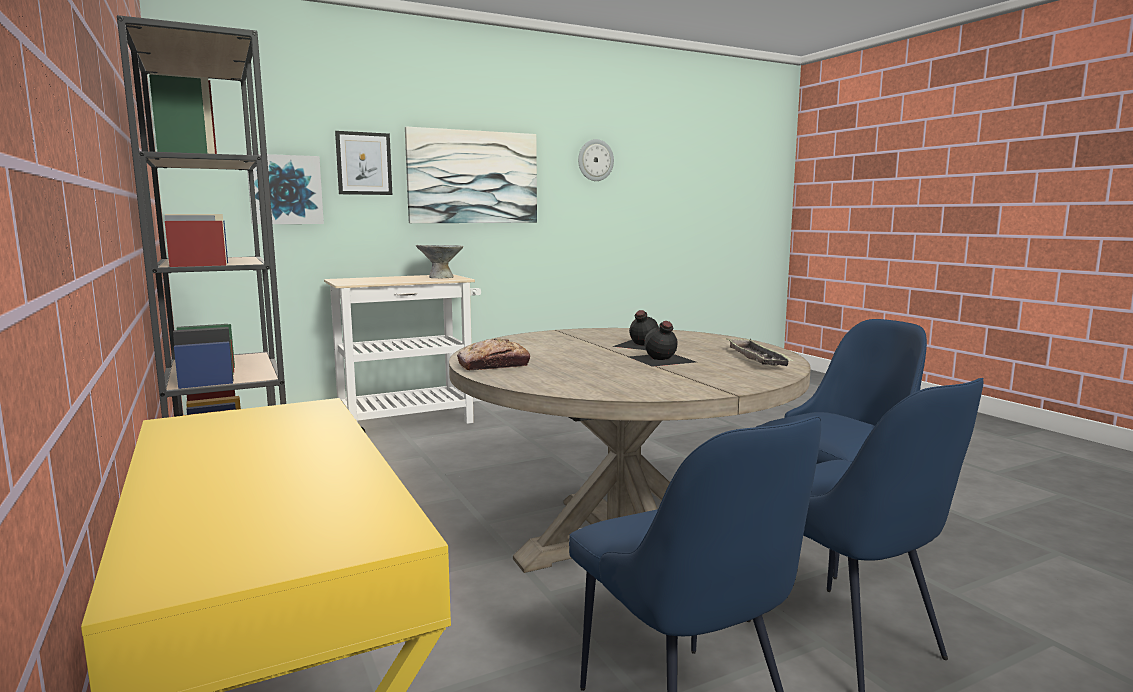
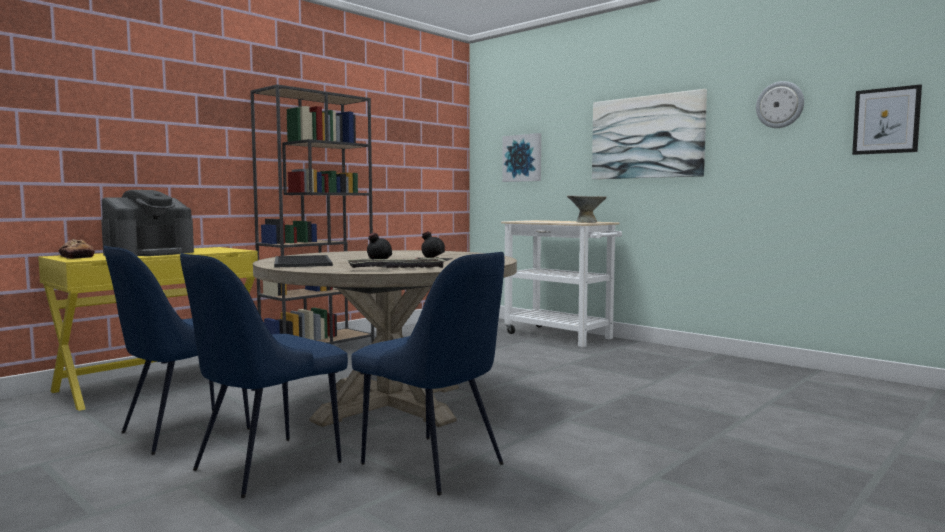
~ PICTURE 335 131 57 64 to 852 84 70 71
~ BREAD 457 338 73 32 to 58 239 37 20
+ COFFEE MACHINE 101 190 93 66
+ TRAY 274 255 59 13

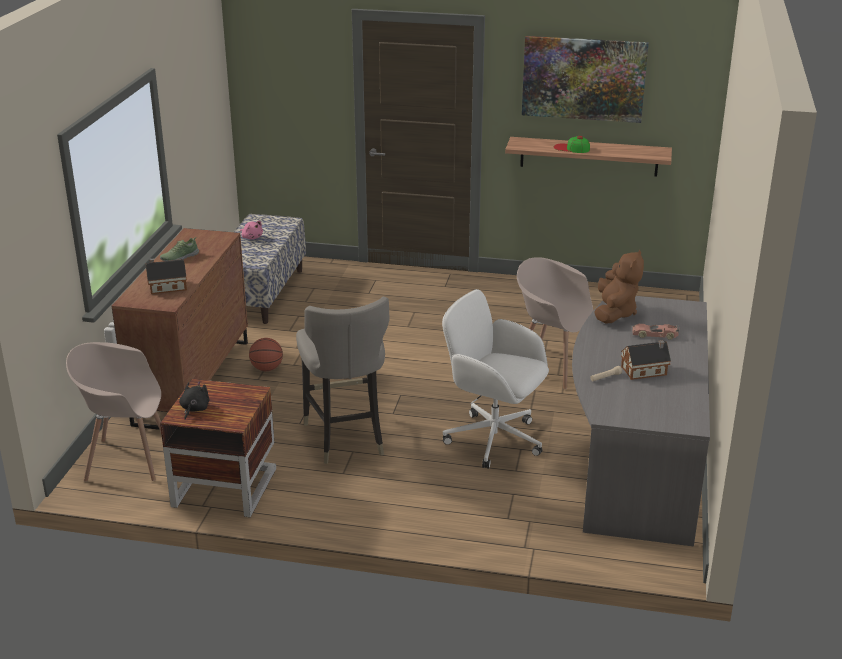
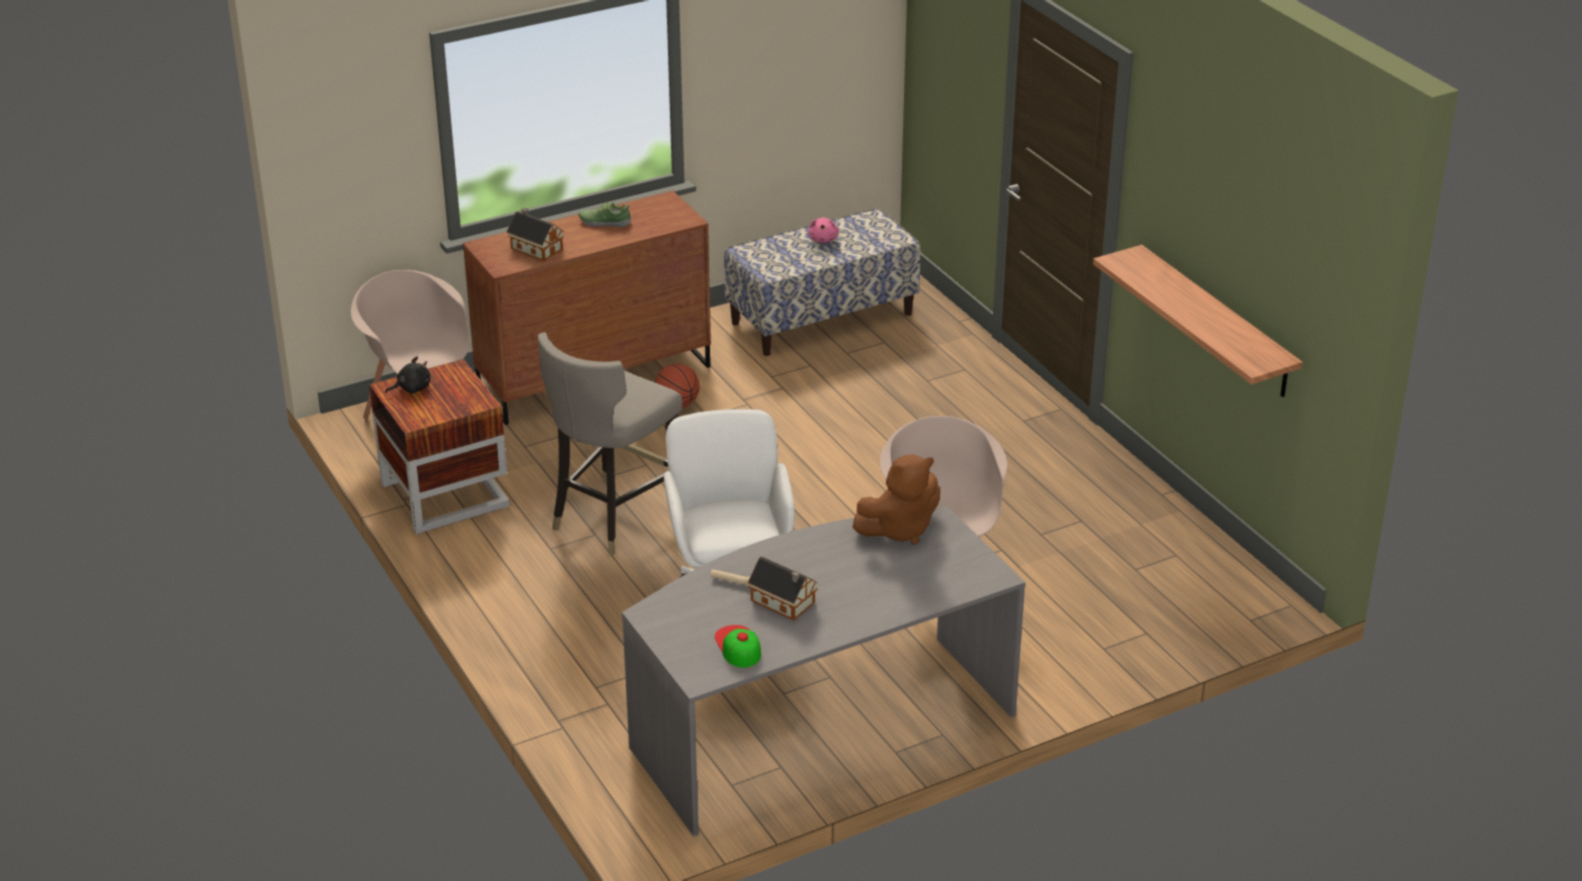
- PICTURE 522 36 127 87
~ CAP 554 136 36 17 to 715 625 46 43
- TOY CAR 632 324 47 16

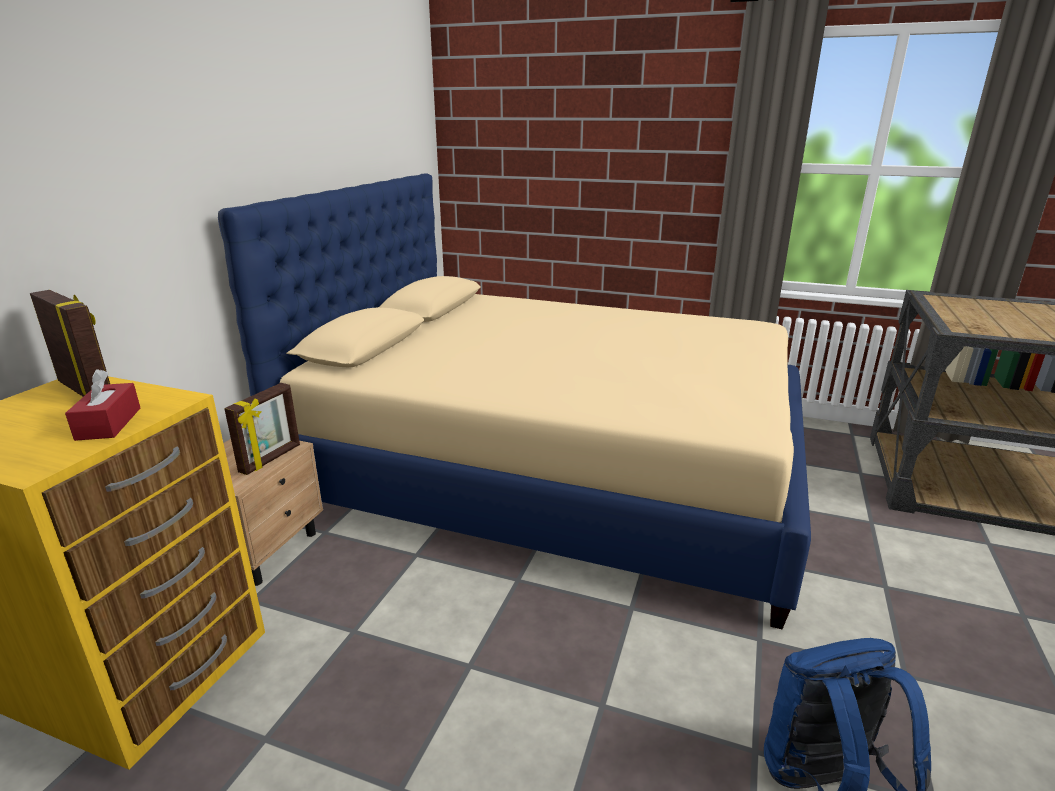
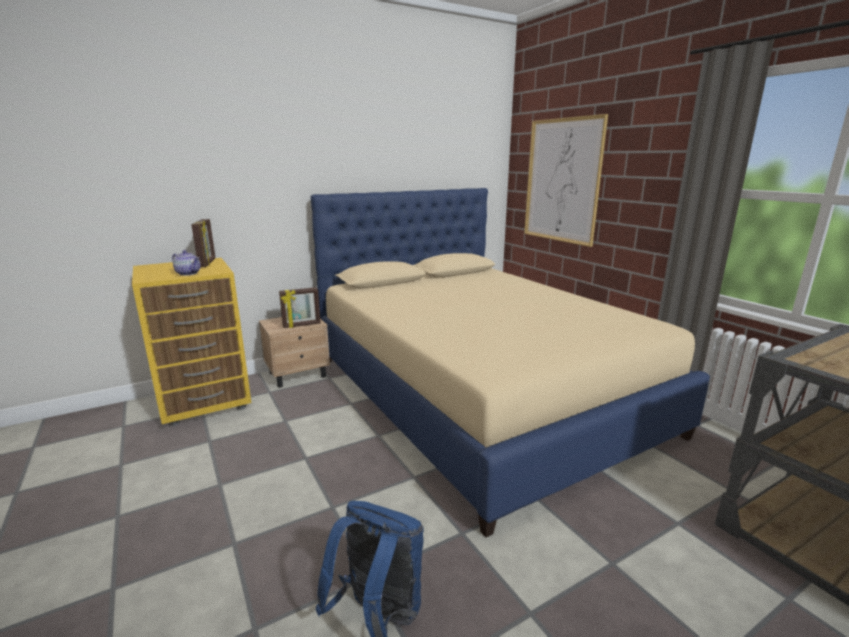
~ RED TISSUE BOX 65 369 75 72 to TEAPOT 172 250 29 26
+ PICTURE 524 114 84 133

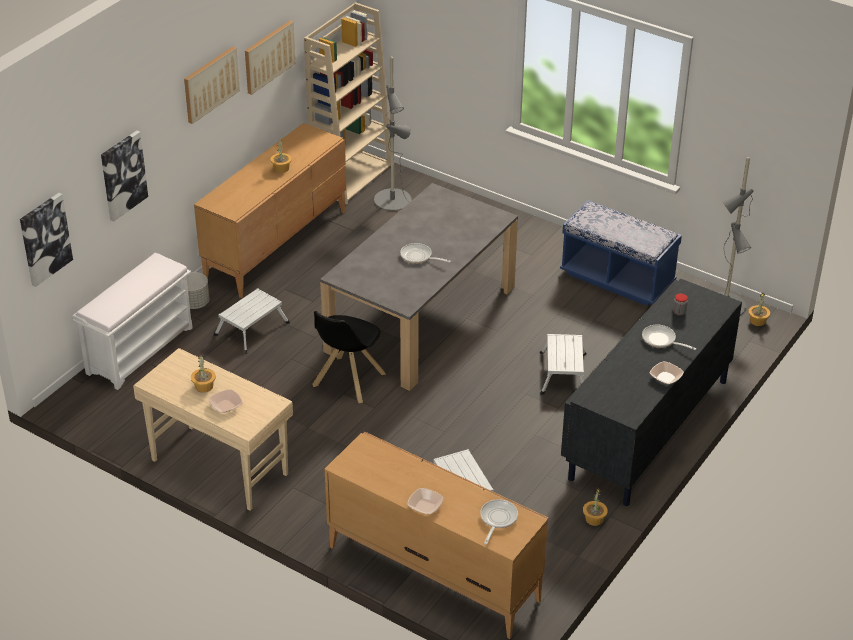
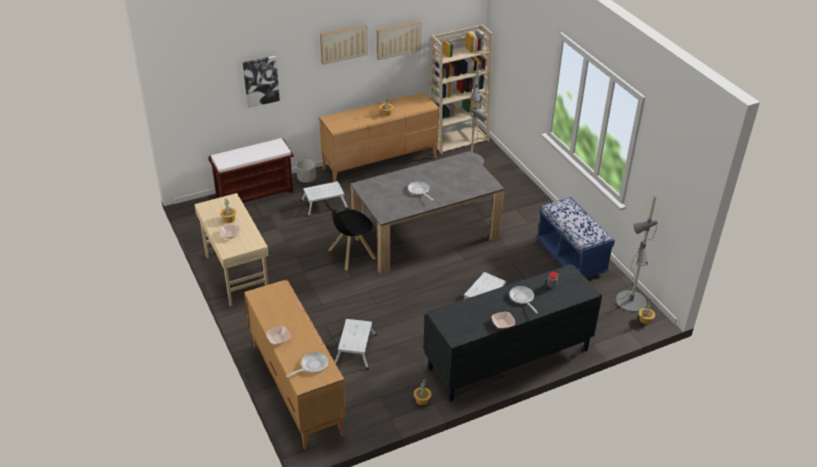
- PICTURE 20 193 53 94
~ WHITE BENCH 72 253 121 137 to BROWN BENCH 209 138 85 65

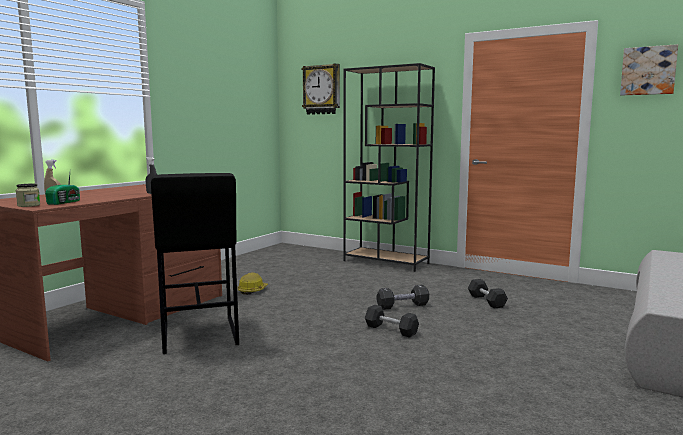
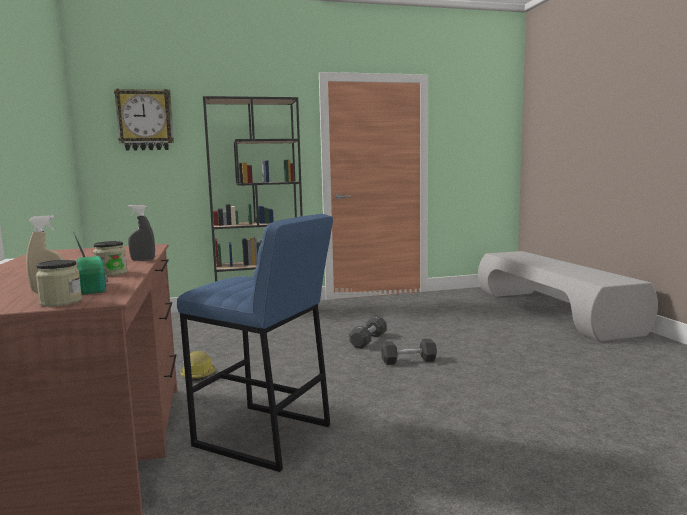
- PICTURE 620 44 58 51
~ BLACK STOOL 151 173 88 181 to BLUE STOOL 177 214 156 258
- BLACK DUMBBELL 468 279 40 30
+ JAR 93 241 34 35

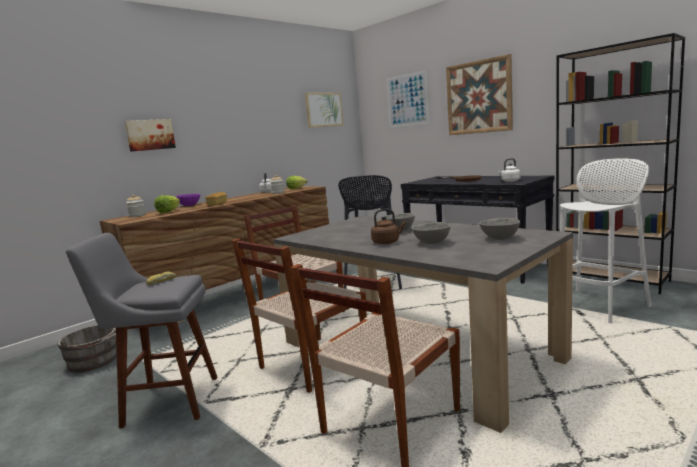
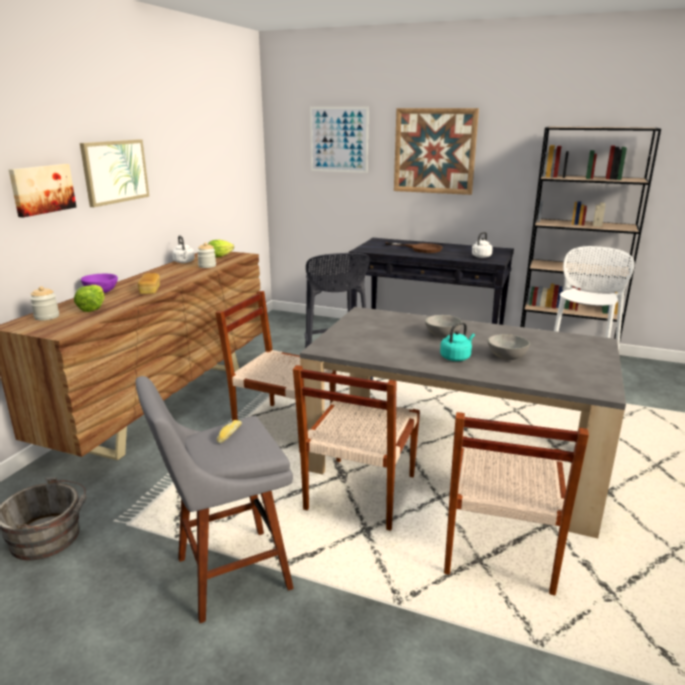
~ PICTURE 305 93 39 35 to 80 139 69 68
~ BROWN KETTLE 371 209 35 35 to TURQUOISE KETTLE 440 322 35 39
- GREY BOWL 479 218 41 22

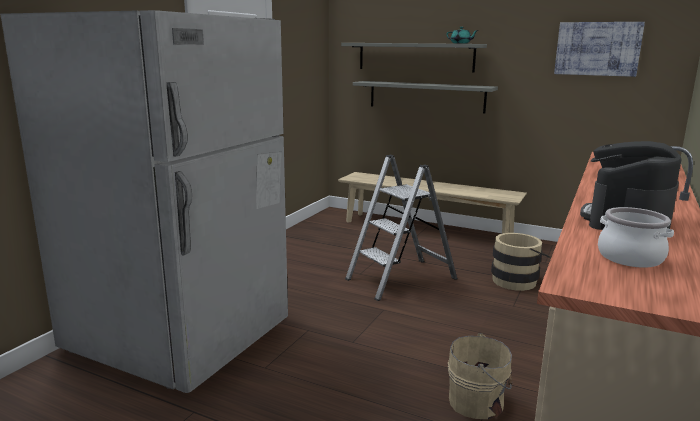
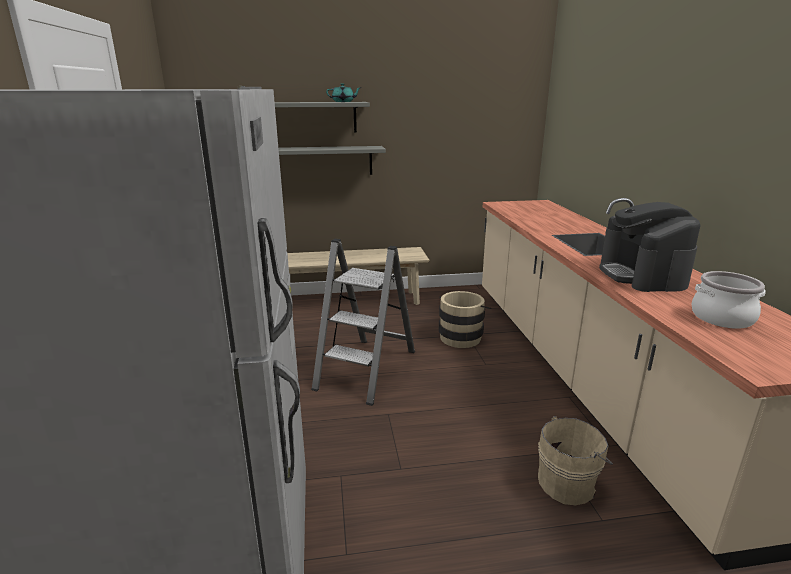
- PICTURE 554 22 91 55

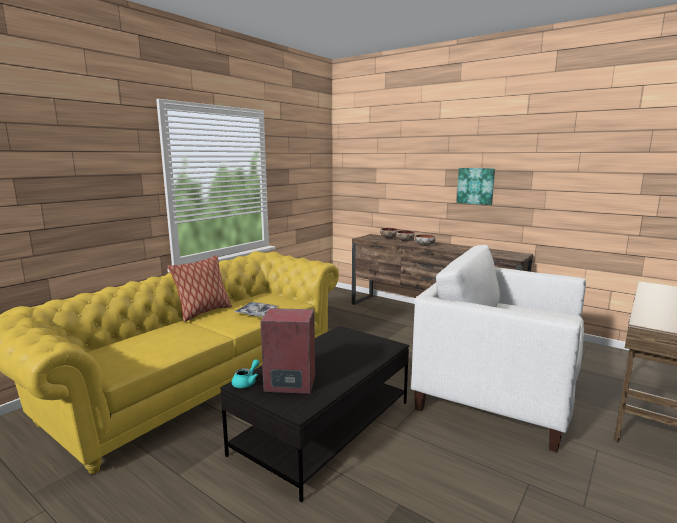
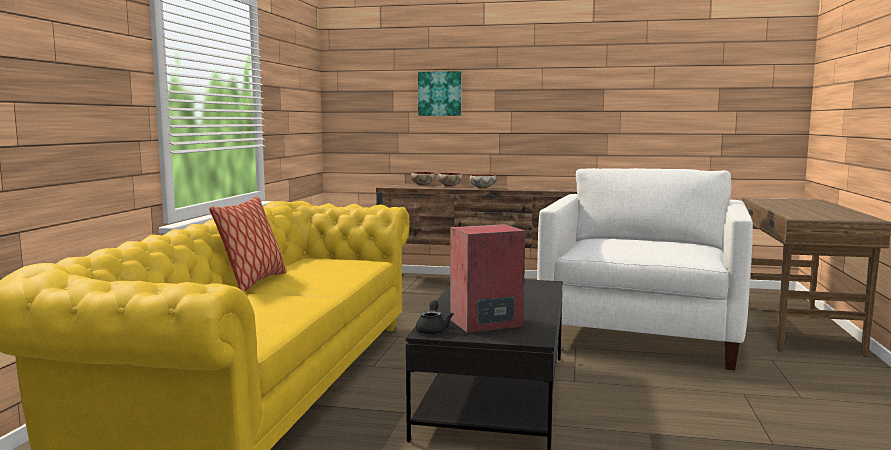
~ PICTURE 457 168 38 37 to 418 71 43 45
~ WHITE ARMCHAIR 411 245 175 207 = 537 168 216 202 105 degrees clockwise
- TRAY 234 302 45 15
~ TURQUOISE TEAPOT 232 359 28 29 to BLACK TEAPOT 416 300 38 35

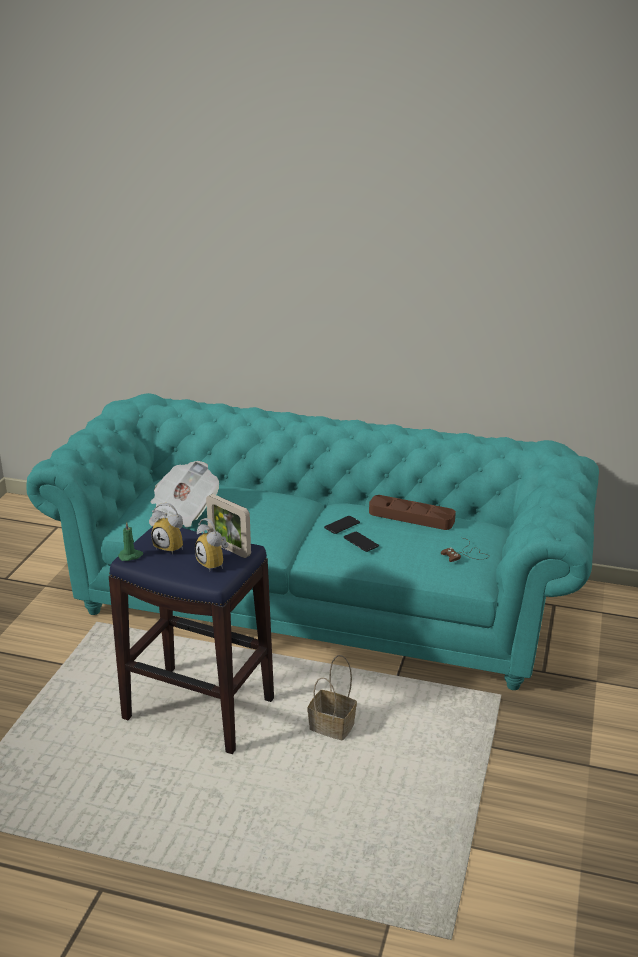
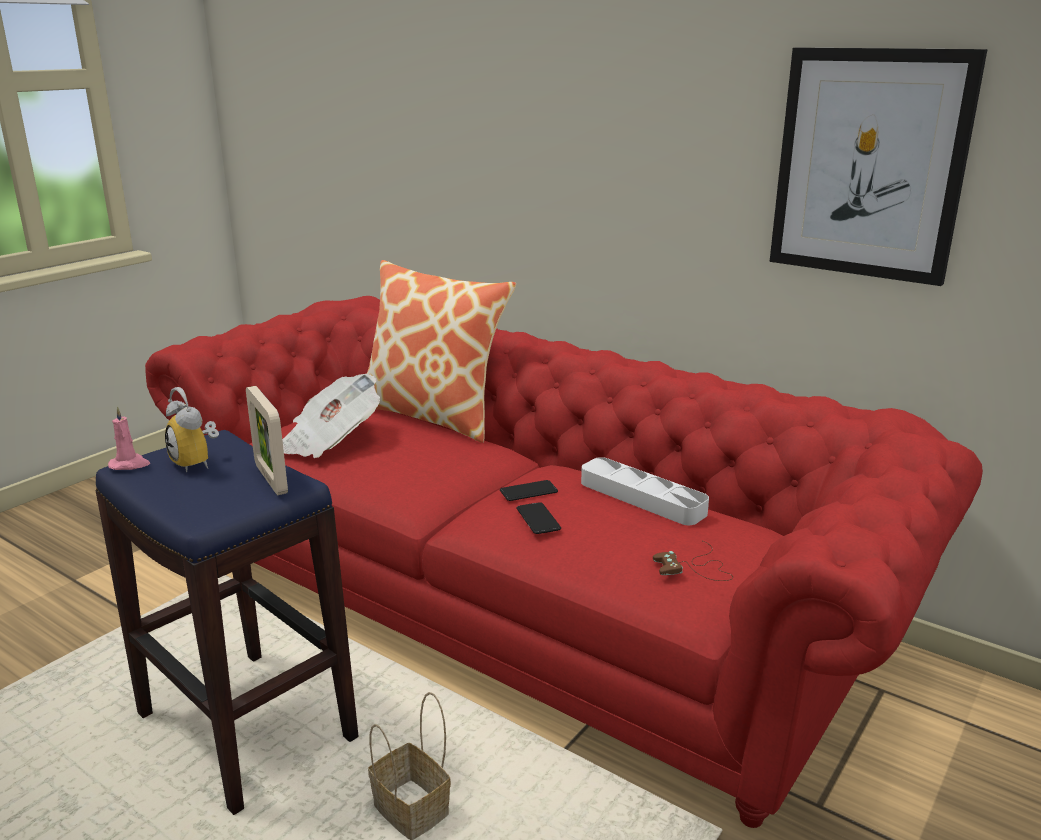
~ TURQUOISE SOFA 27 393 572 297 to RED SOFA 145 296 838 532
~ BROWN TRAY 369 495 87 35 to GREY TRAY 581 457 128 68
- ALARM CLOCK 195 518 34 52
~ GREEN CANDLE 118 521 25 40 to PINK CANDLE 108 406 42 64
+ PICTURE 770 48 218 238
+ PILLOW 367 260 149 183

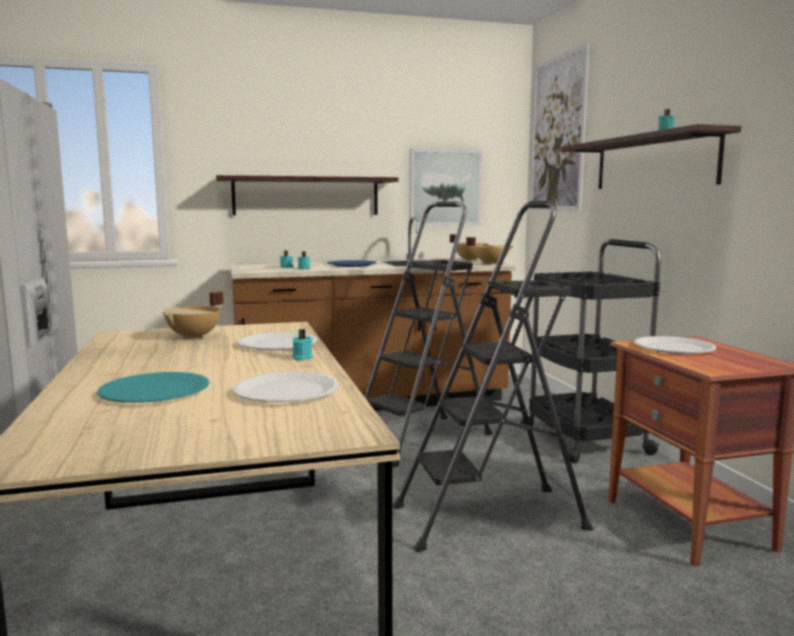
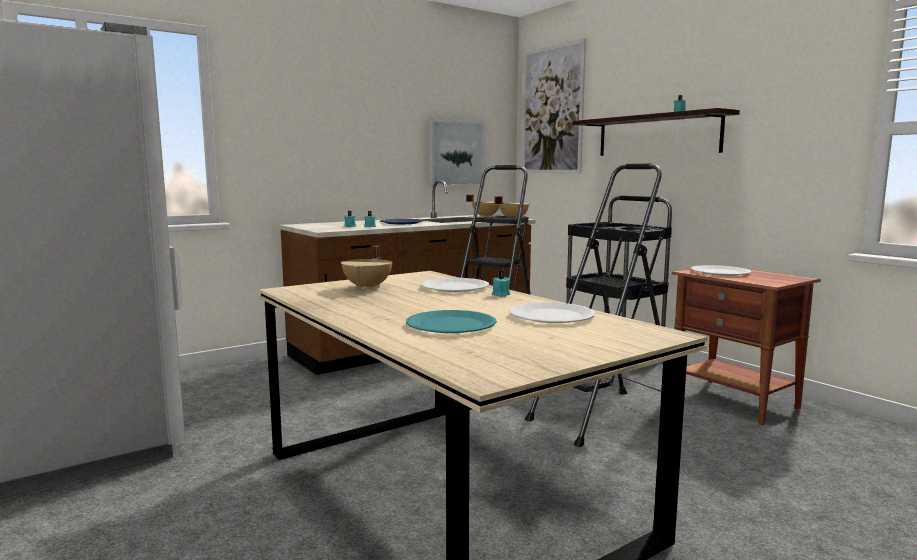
- SHELF 216 175 182 40

